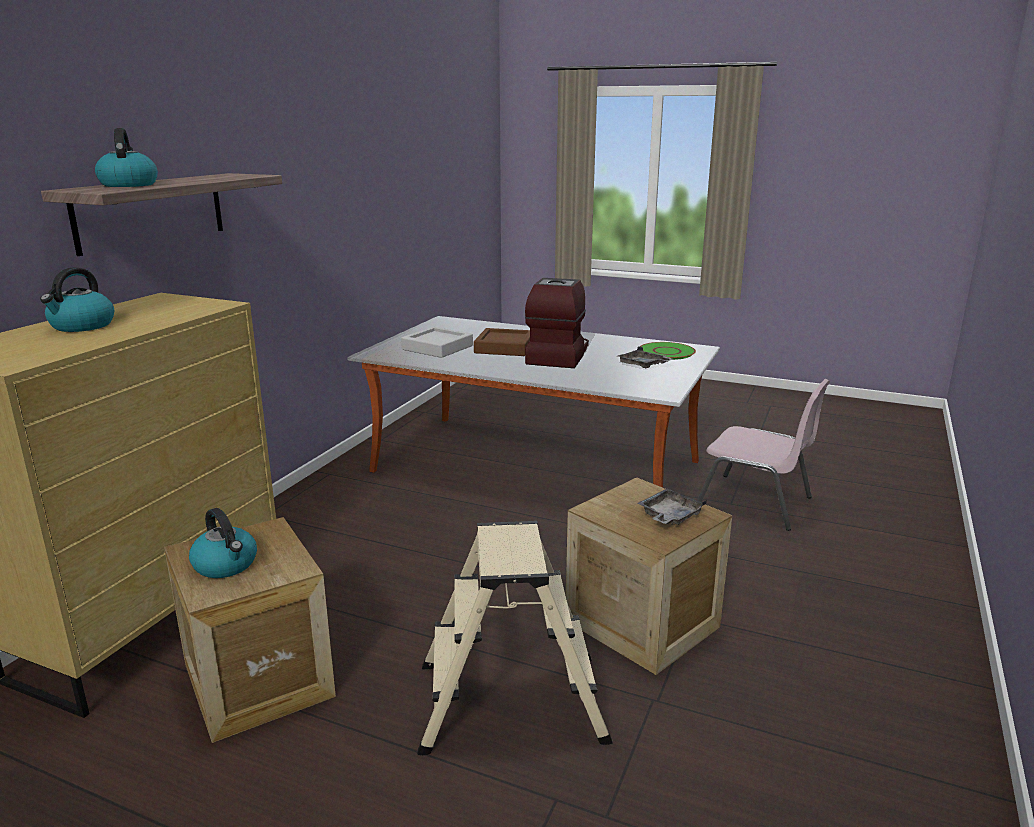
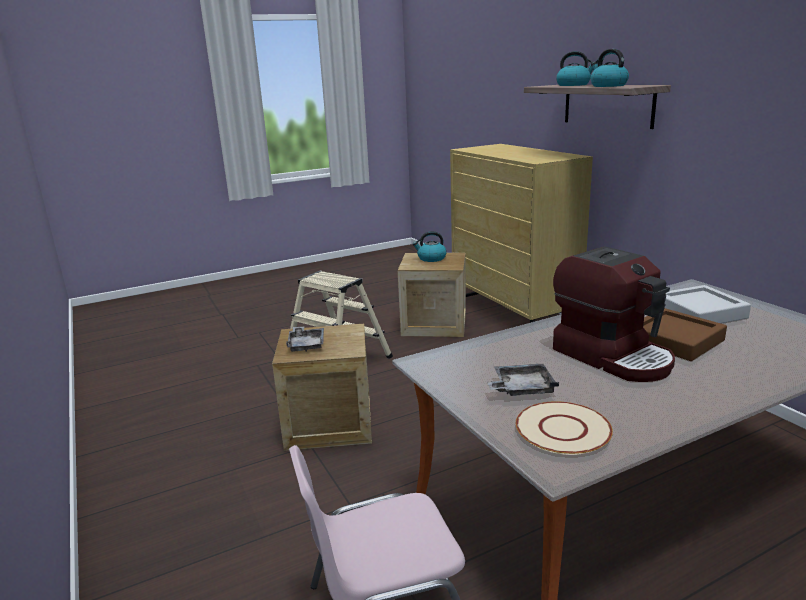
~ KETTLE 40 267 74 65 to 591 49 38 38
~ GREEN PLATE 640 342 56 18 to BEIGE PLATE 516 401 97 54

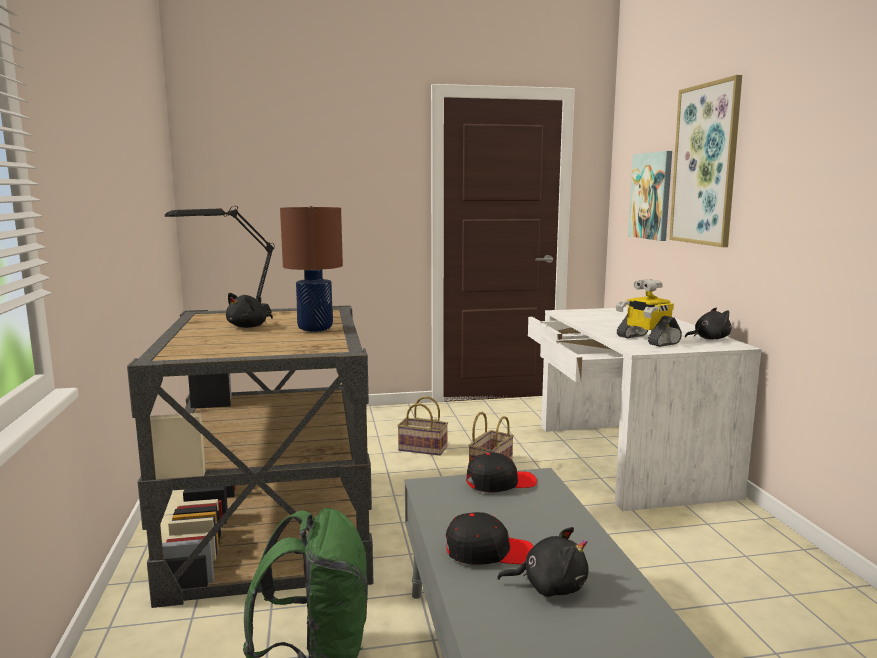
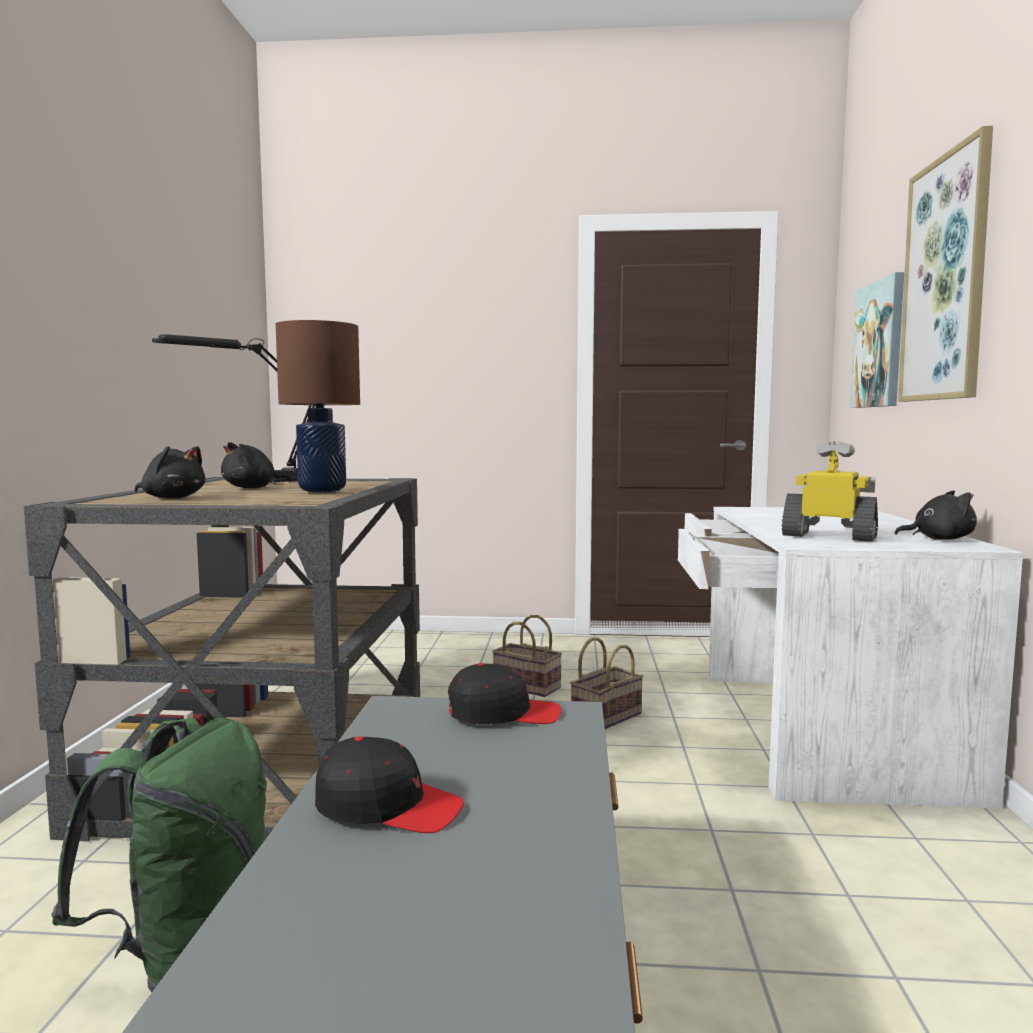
~ TOY ROBOT 616 279 66 68 = 782 441 96 101 135 degrees clockwise
~ BLACK PLUSH TOY 497 527 92 70 to 135 446 71 52

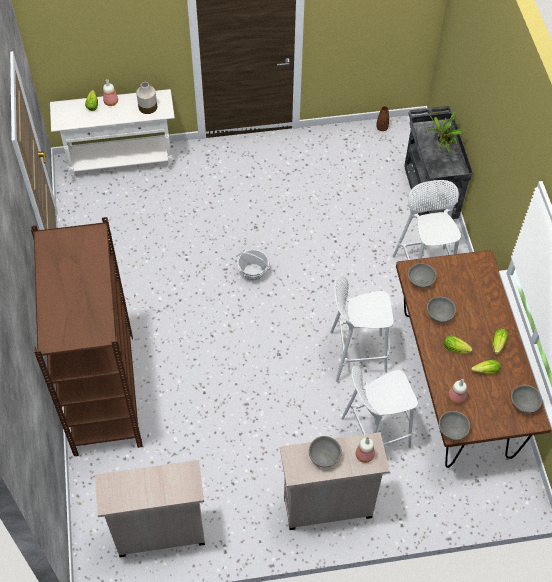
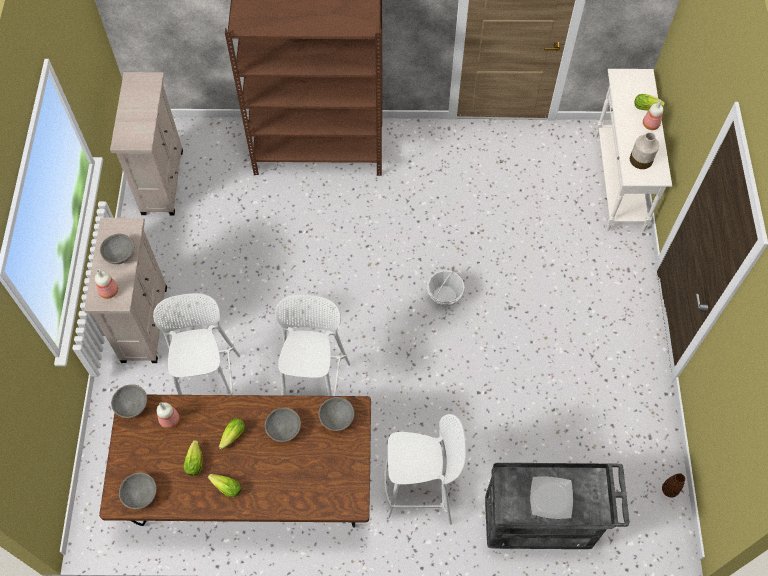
~ POTTED PLANT 427 112 38 41 to PLATE 530 476 43 43

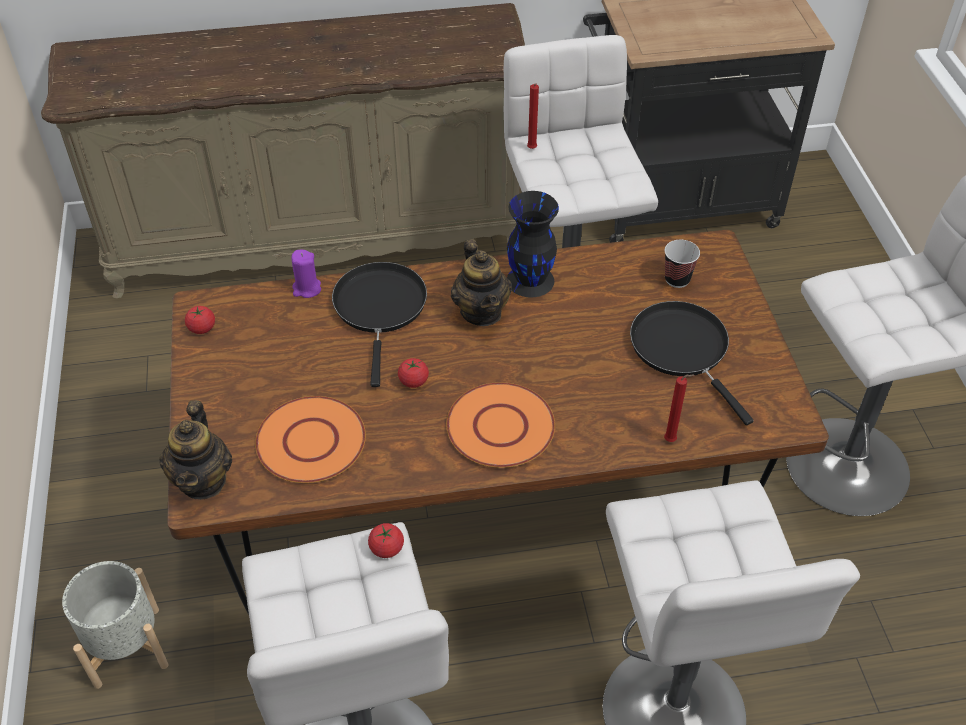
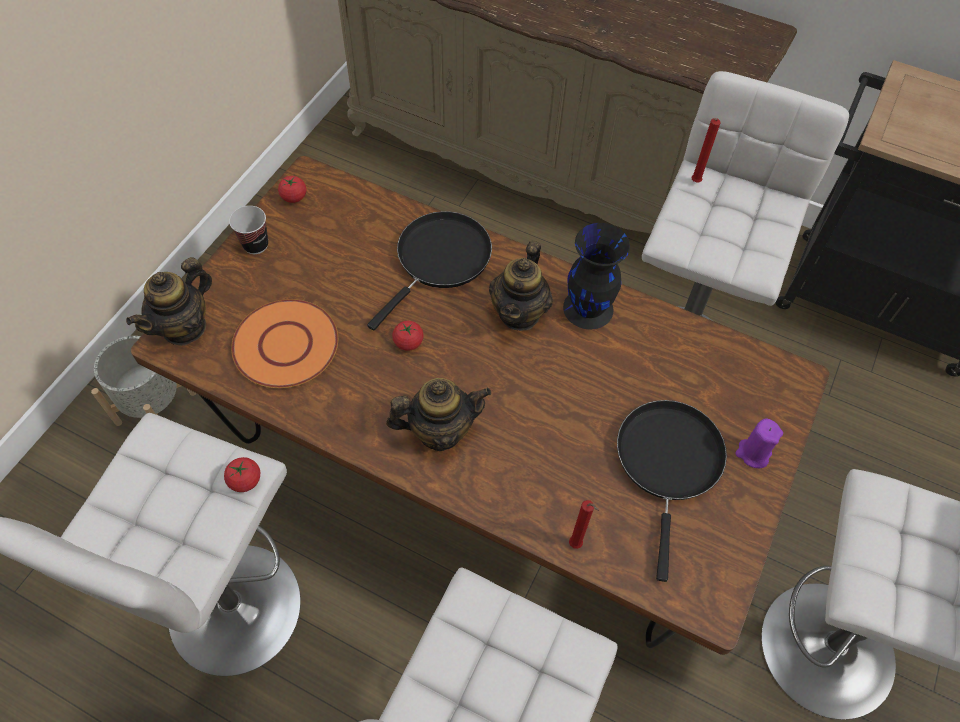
~ CUP 665 240 35 48 to 229 206 39 48
~ PURPLE CANDLE 291 250 30 48 to 735 418 48 50
~ ORANGE PLATE 446 382 109 86 to TEAPOT 386 378 105 73

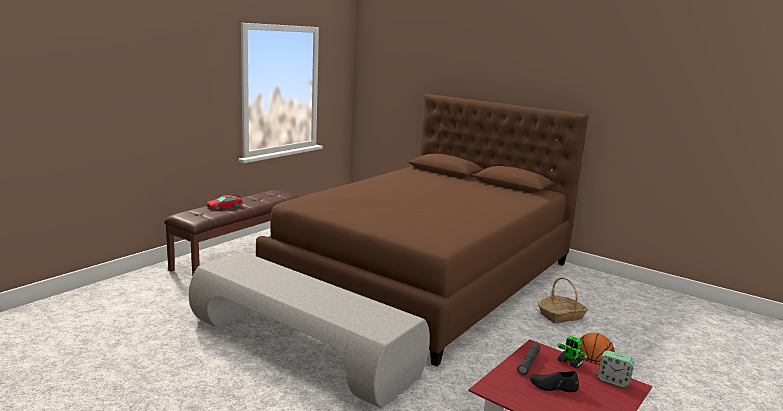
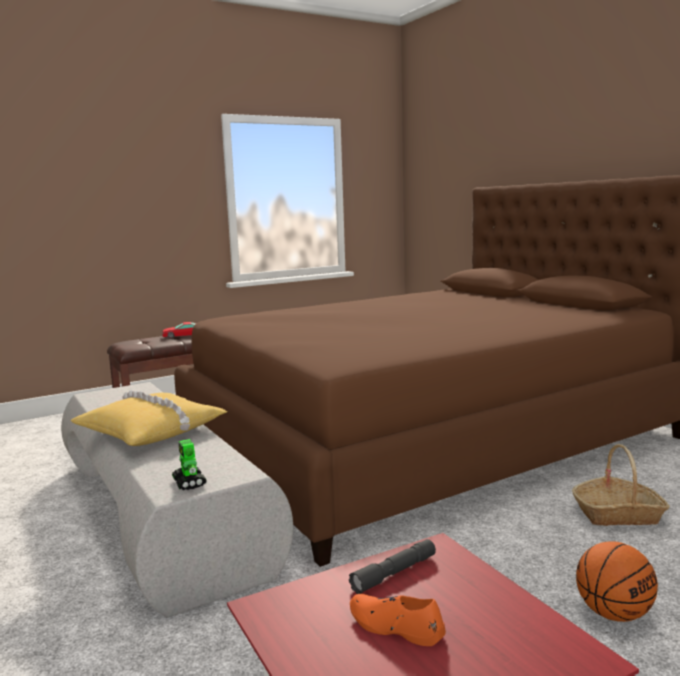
~ TOY ROBOT 557 336 31 32 to 172 439 35 51
- ALARM CLOCK 598 350 37 38
~ BLACK SHOE 529 371 50 21 to ORANGE SHOE 350 594 96 52
+ YELLOW PILLOW 70 390 157 56

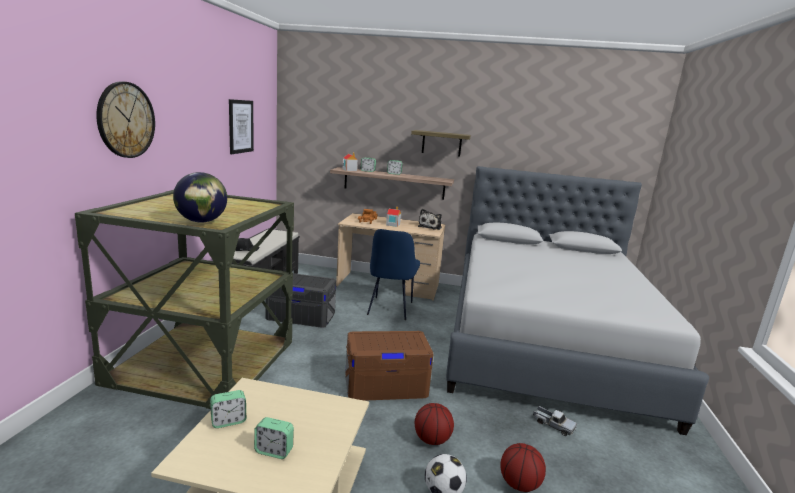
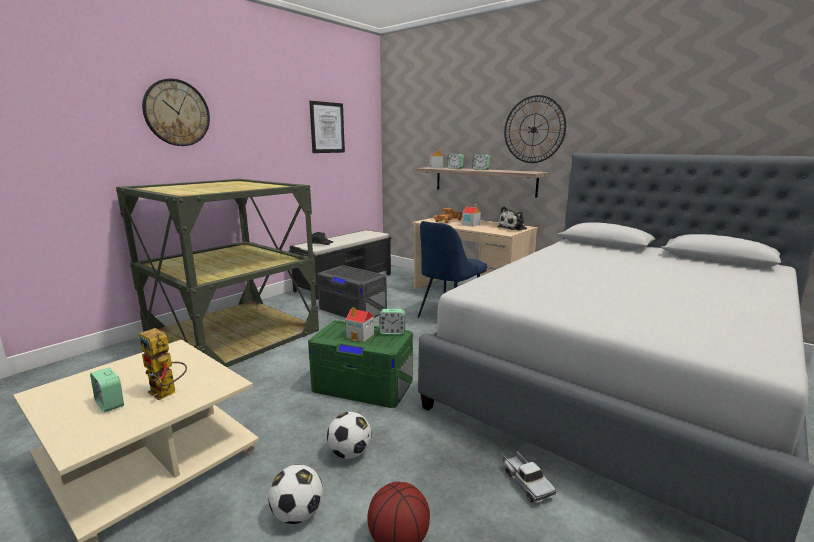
~ SHELF 411 130 60 27 to WALL CLOCK 504 95 62 68
- GLOBE 173 172 54 51
~ BROWN STORAGE BOX 345 331 89 70 to GREEN STORAGE BOX 308 320 105 88
~ ALARM CLOCK 210 390 36 38 to 379 309 26 26
~ BASKETBALL 415 403 39 42 to FOOTBALL 327 412 45 47
+ TOY HOUSE 346 307 28 35
+ TOY ROBOT 139 328 48 72

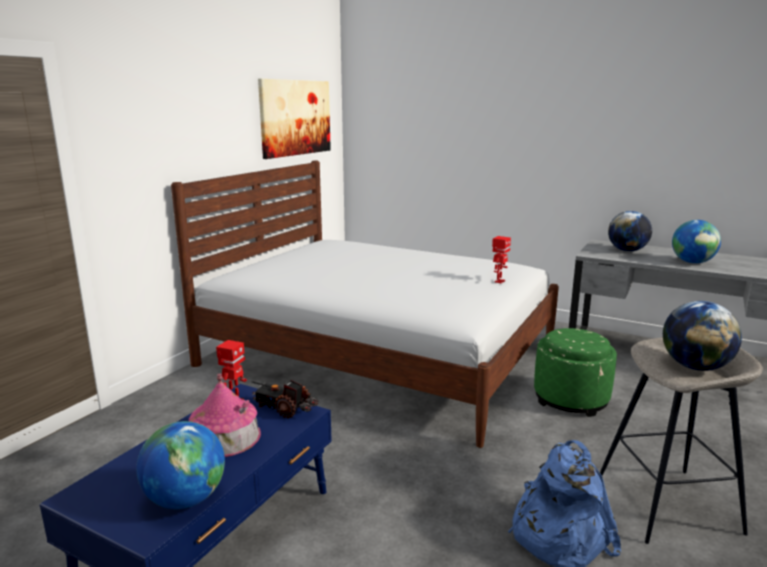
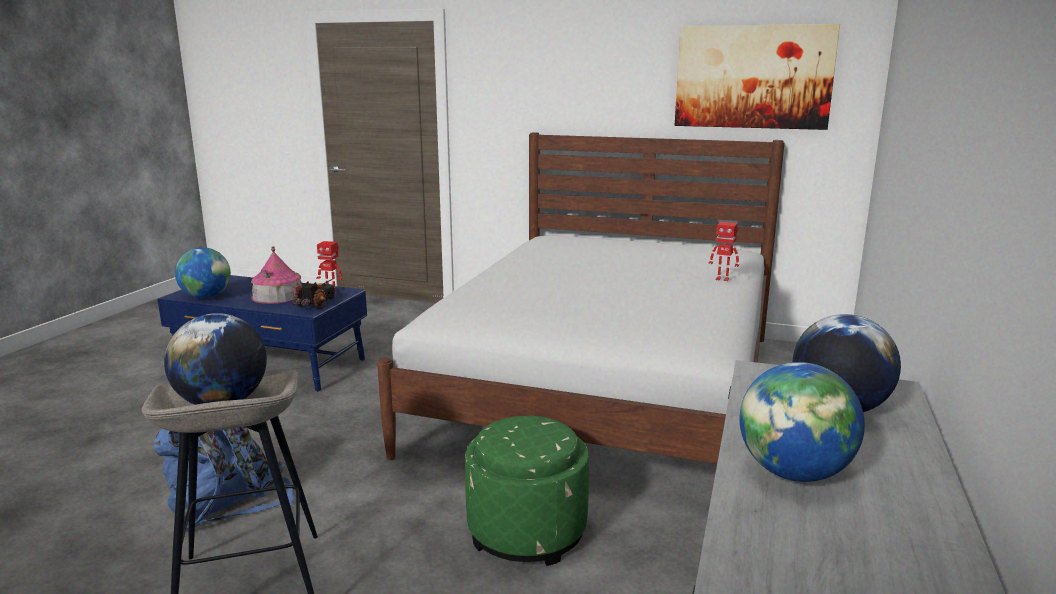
~ TOY ROBOT 492 236 19 48 to 708 222 31 59

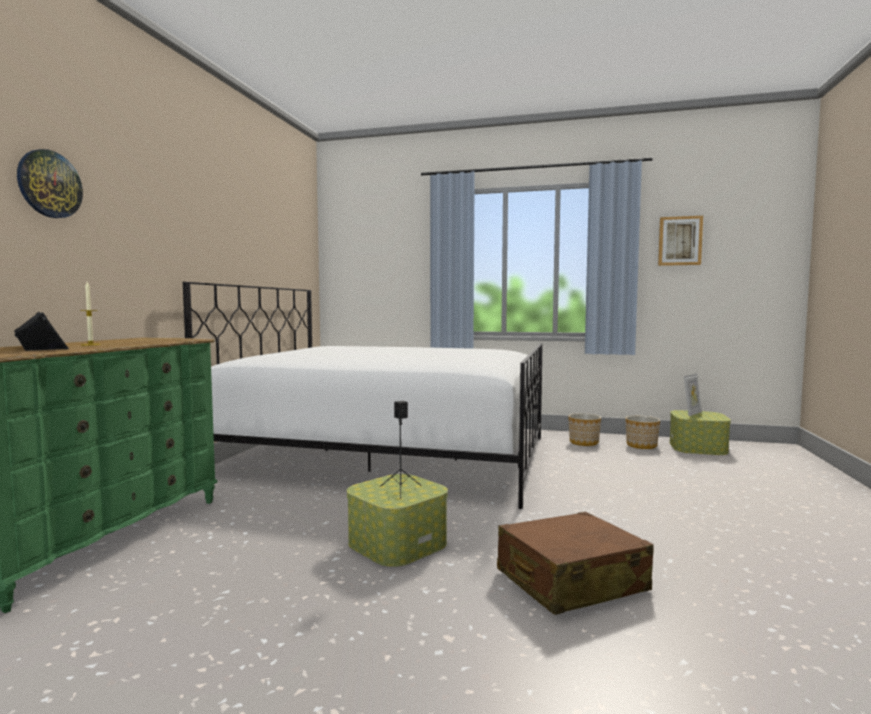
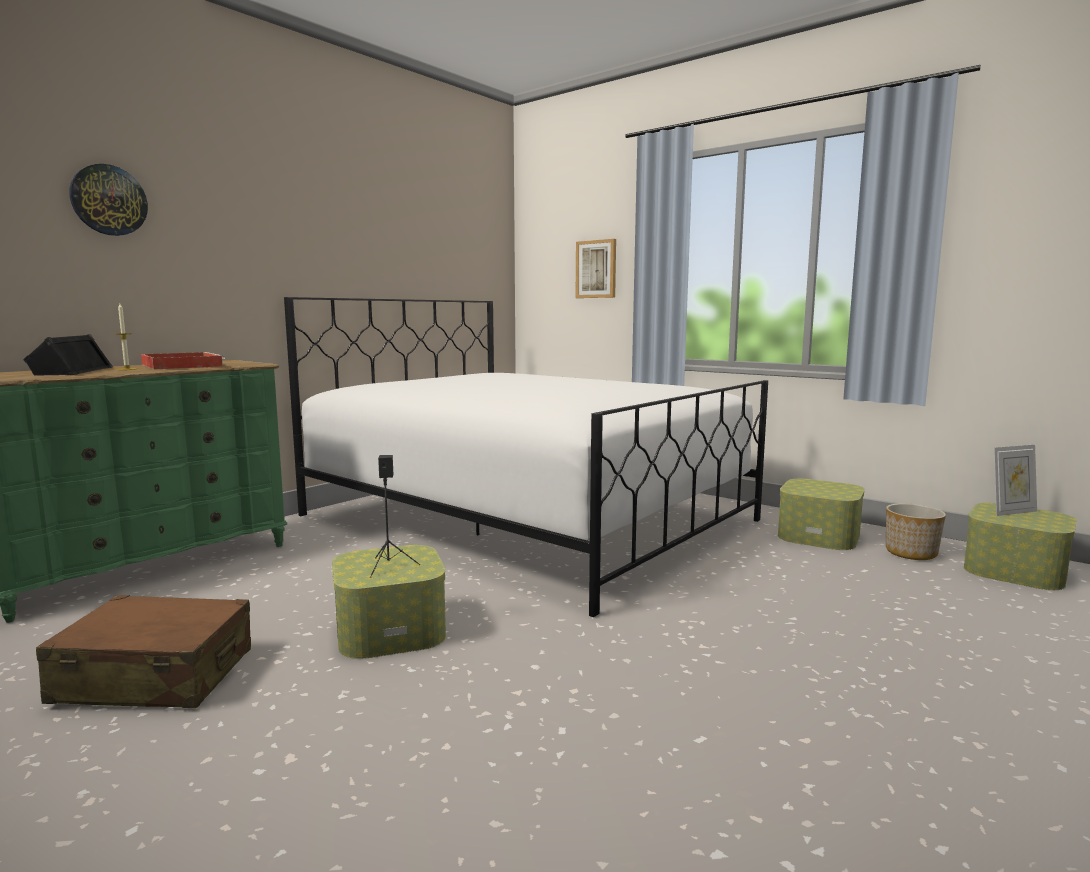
~ PICTURE 658 216 45 50 to 576 239 40 59
~ PLANTER 568 413 33 33 to STORAGE BOX 778 479 87 71
~ BROWN SUITCASE 497 512 157 103 to 36 595 215 113
+ RED TRAY 141 352 84 18

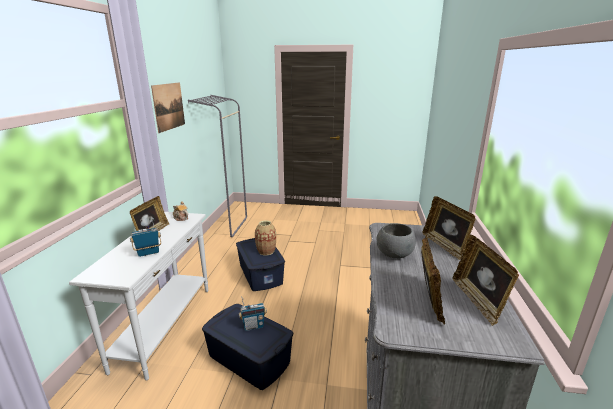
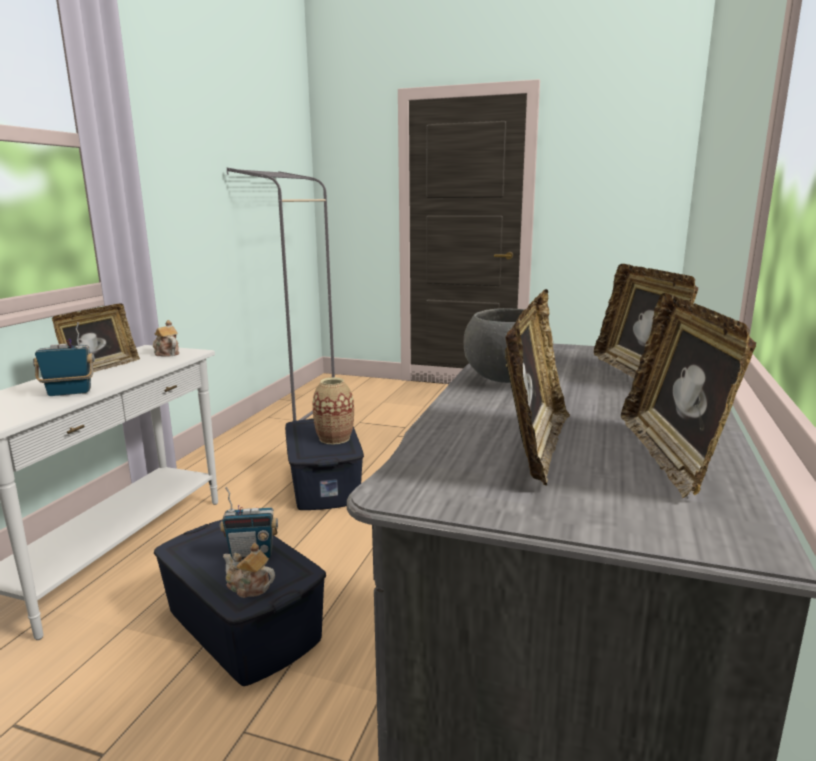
- PICTURE 151 82 34 51
+ TEAPOT 223 543 52 55

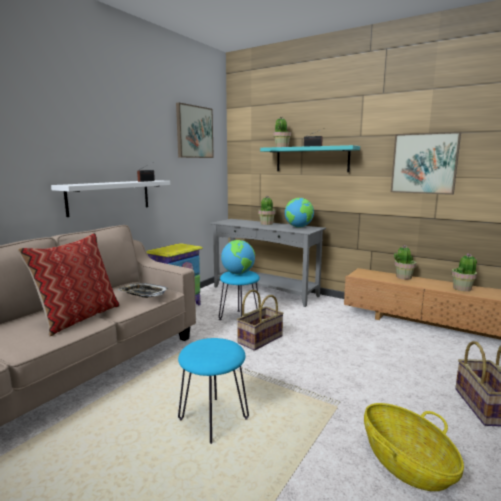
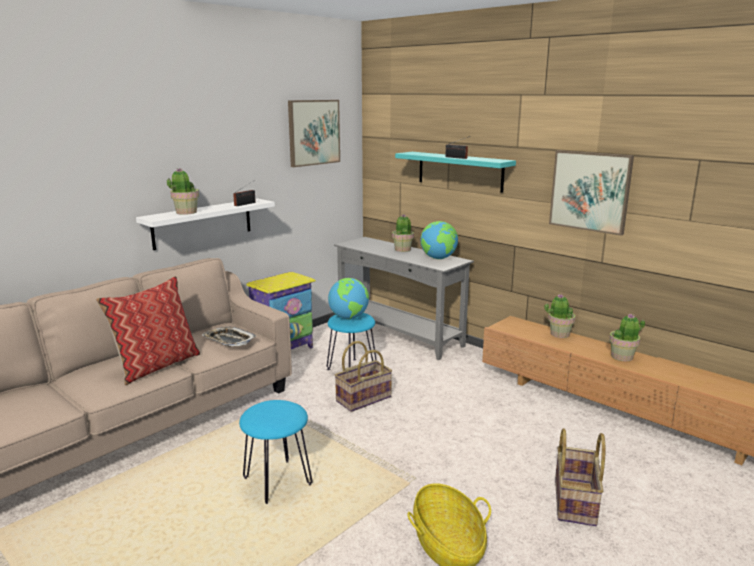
~ POTTED PLANT 273 117 18 30 to 167 168 32 47

